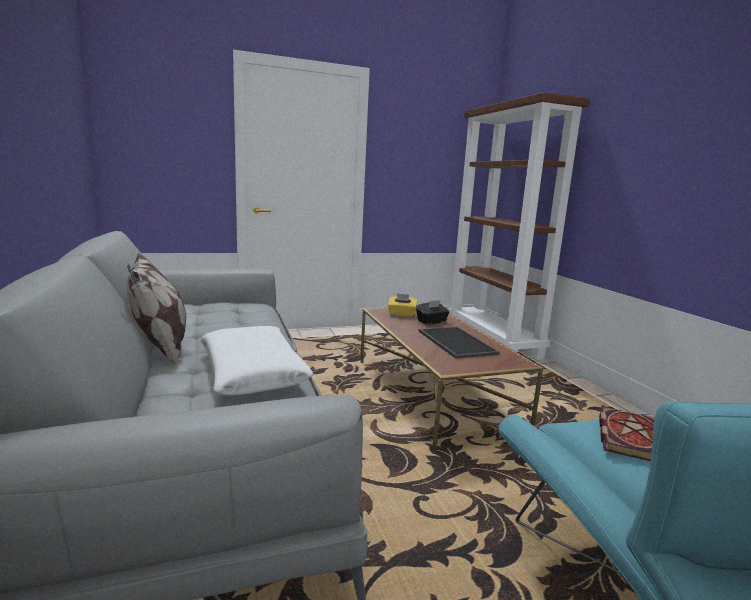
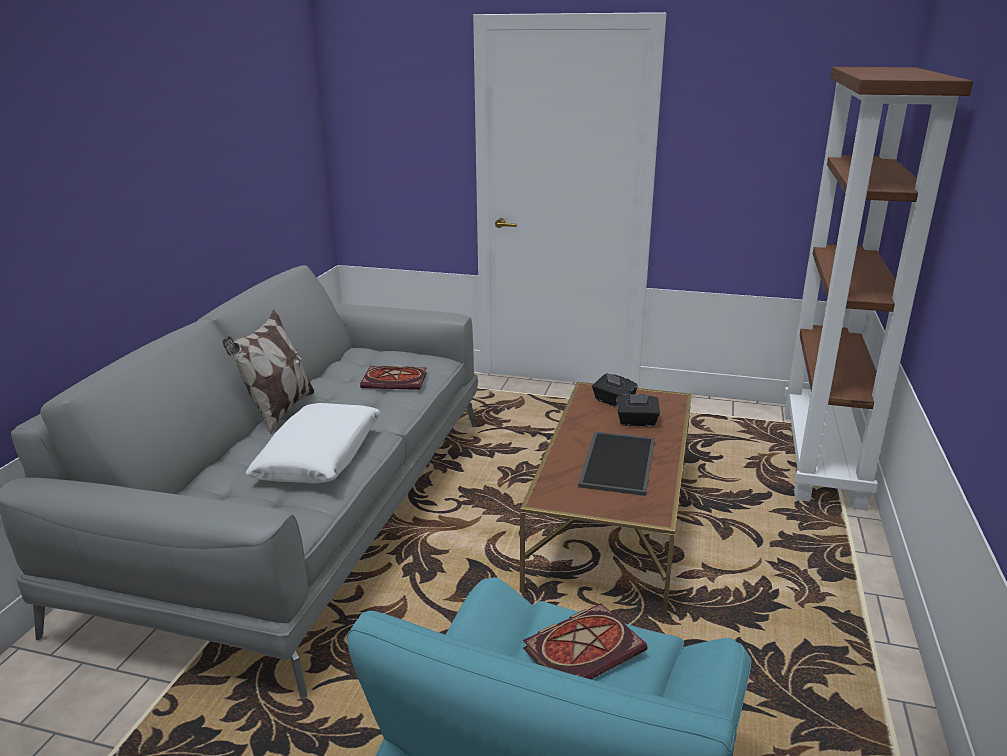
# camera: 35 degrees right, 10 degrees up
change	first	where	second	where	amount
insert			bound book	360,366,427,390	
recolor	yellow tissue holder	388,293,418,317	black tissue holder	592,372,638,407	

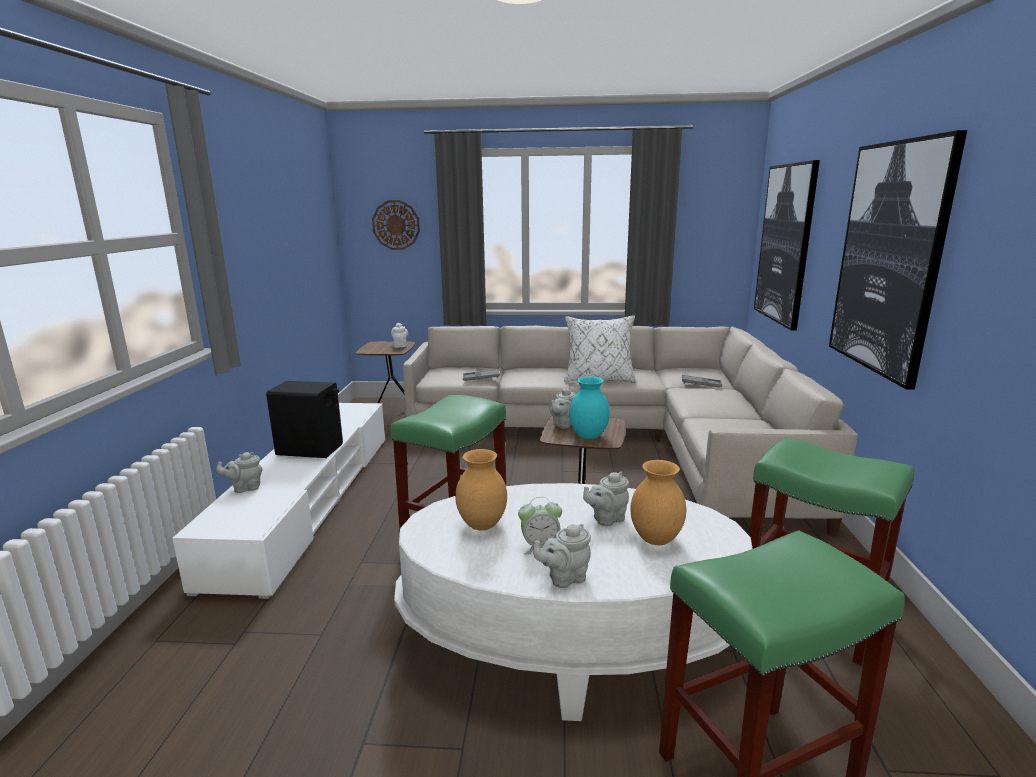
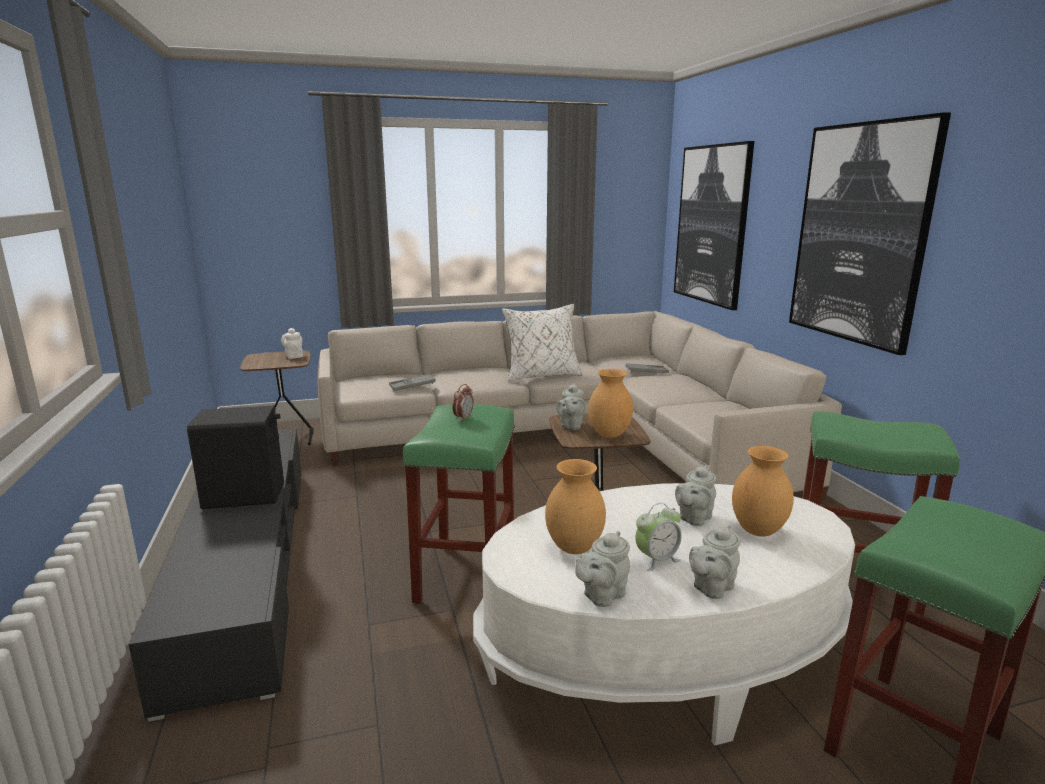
# camera: 20 degrees left, 0 degrees up
change	first	where	second	where	amount
recolor	whitish tv unit	172,403,385,599	black tv unit	128,428,302,722	
insert			bedside clock	452,384,474,421	
move	gray teapot	216,452,263,493		575,531,630,607	
recolor	blue-green flower vase	569,376,610,439	brown flower vase	588,369,633,438	
delete	hanging clock	372,200,420,250			

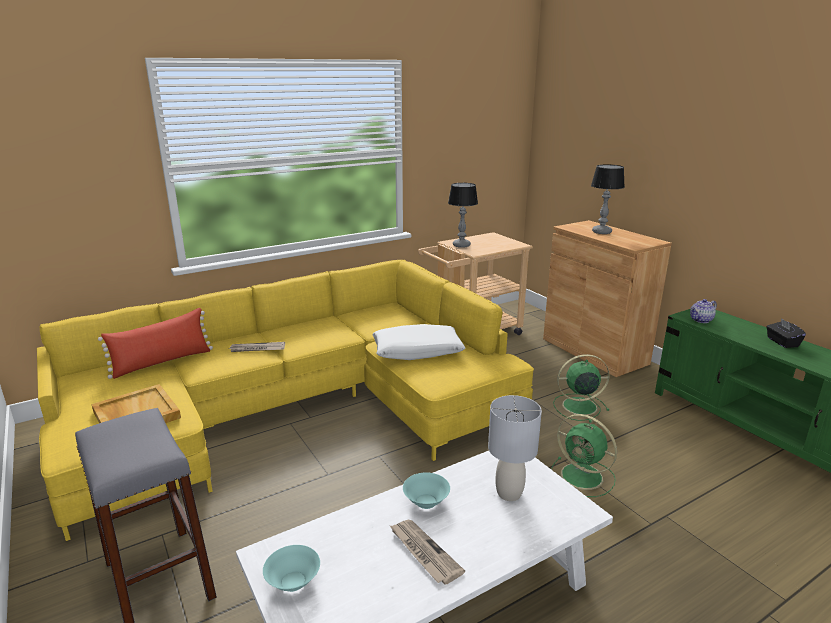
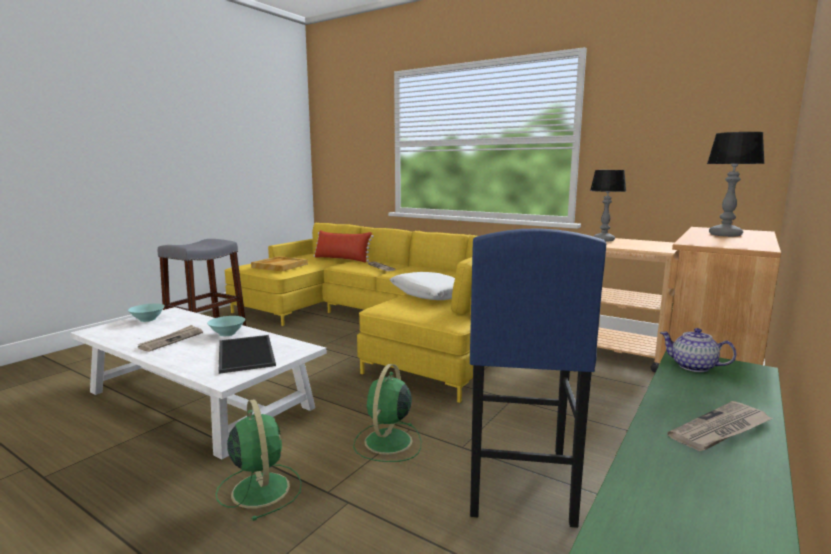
# camera: 65 degrees right, 10 degrees down
change	first	where	second	where	amount
move	greenish cooling fan	553,354,610,421		216,399,302,521	
replace	gray table lamp	488,395,542,501	serving tray	219,335,276,374	
insert			blue-coloured sitting stool	470,228,606,528	
replace	black tissue holder	766,318,806,348	daily paper	668,401,773,451	

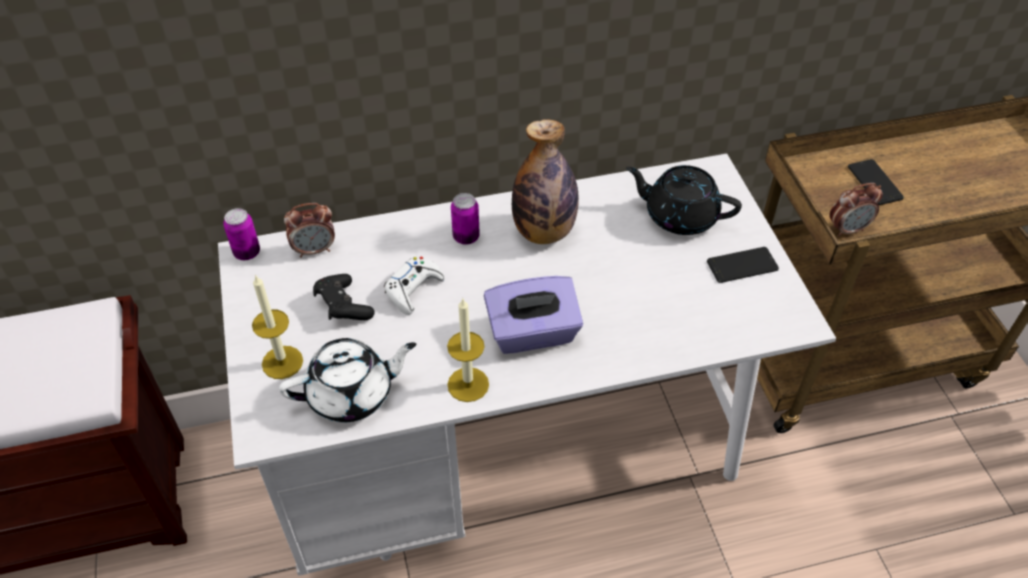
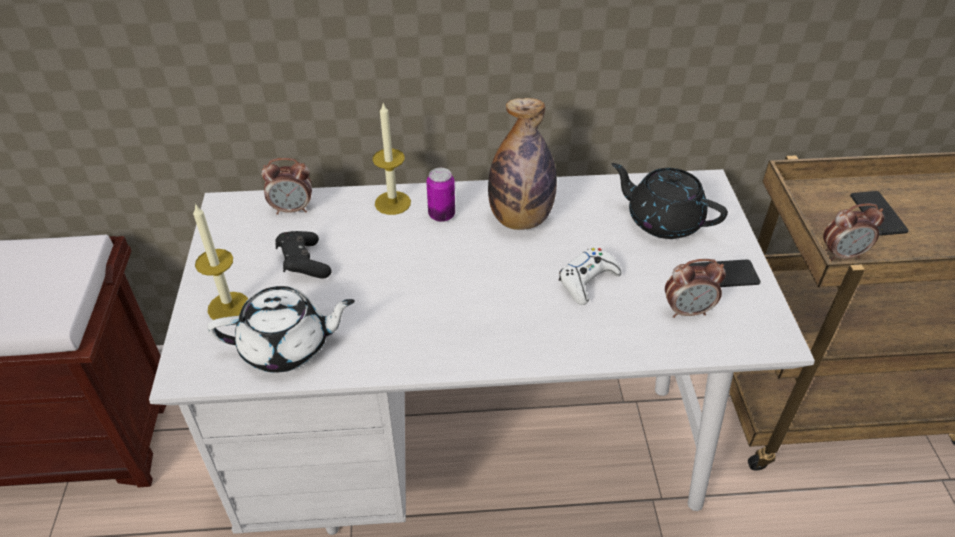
# camera: 10 degrees right, 5 degrees down
change	first	where	second	where	amount
move	candle	447,299,489,402		372,103,411,215	
move	whitish gamepad	384,257,445,315		559,248,622,305	
insert			bedside clock	665,259,726,318	
delete	can	223,208,260,260			
delete	purple tissue holder	484,276,583,354			

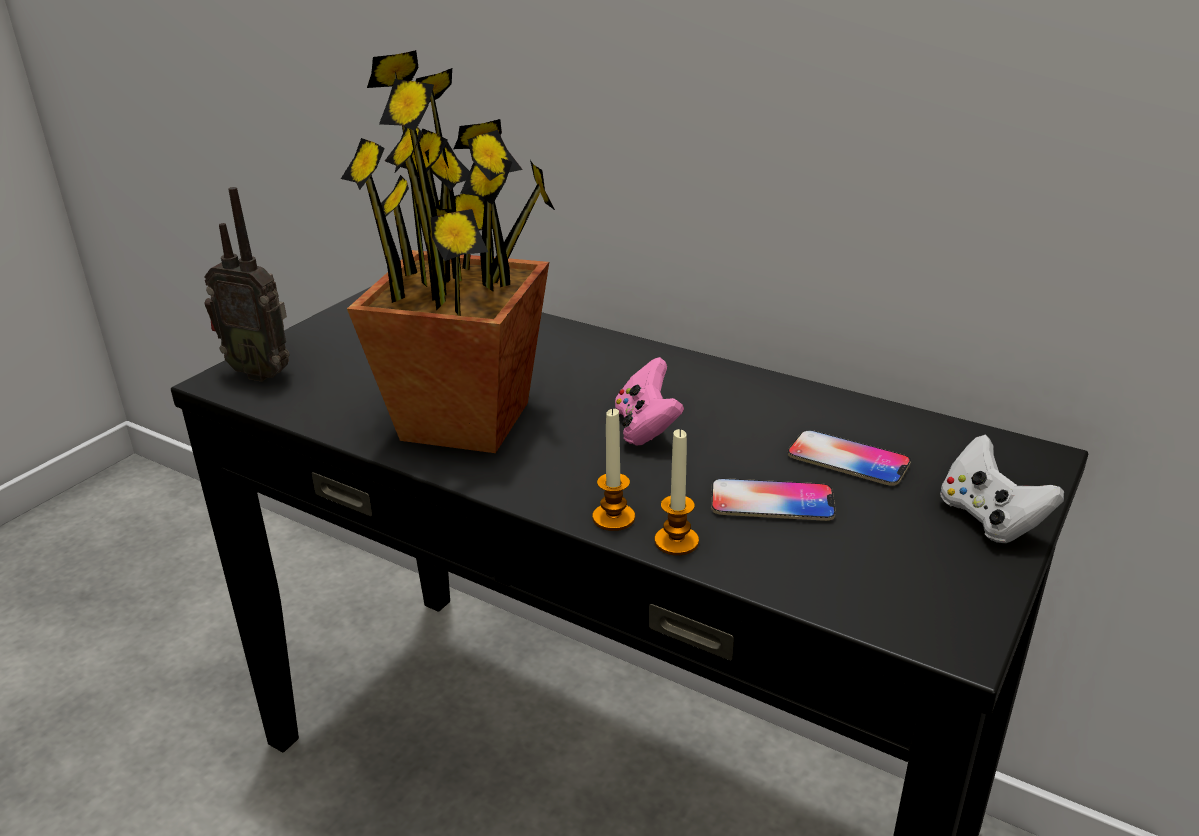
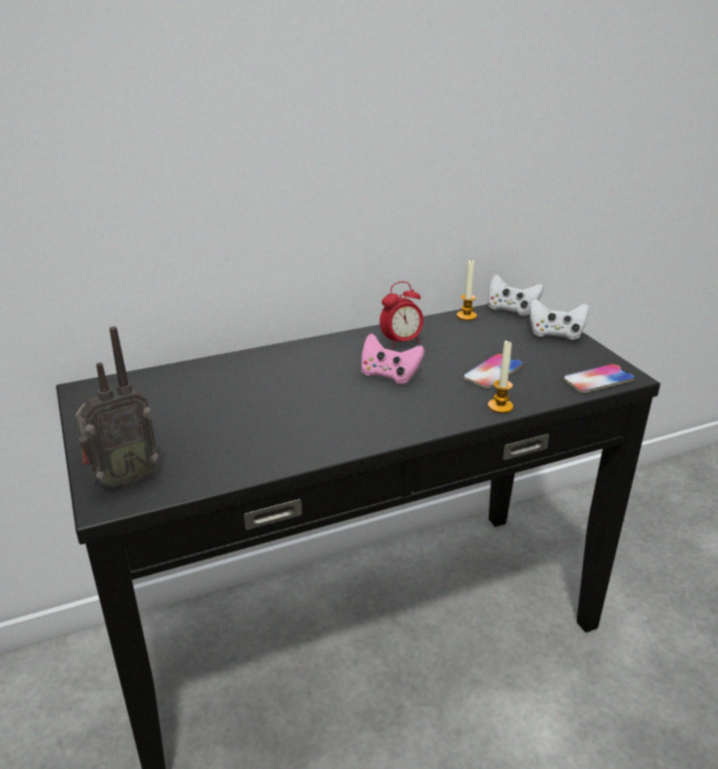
# camera: 55 degrees left, 0 degrees up
change	first	where	second	where	amount
insert			bedside clock	380,281,424,349	
move	candle	592,408,635,531		457,259,477,321	
insert			whitish gamepad	488,274,544,316	
move	telephone	788,430,911,486		563,364,635,393	
delete	houseplant	341,50,555,453			

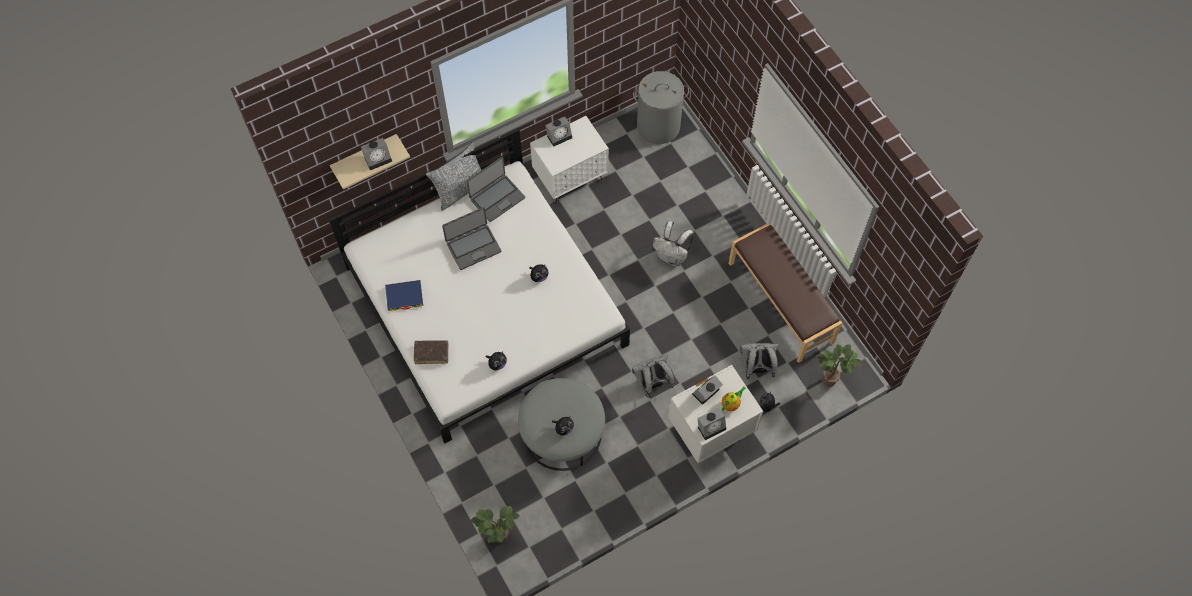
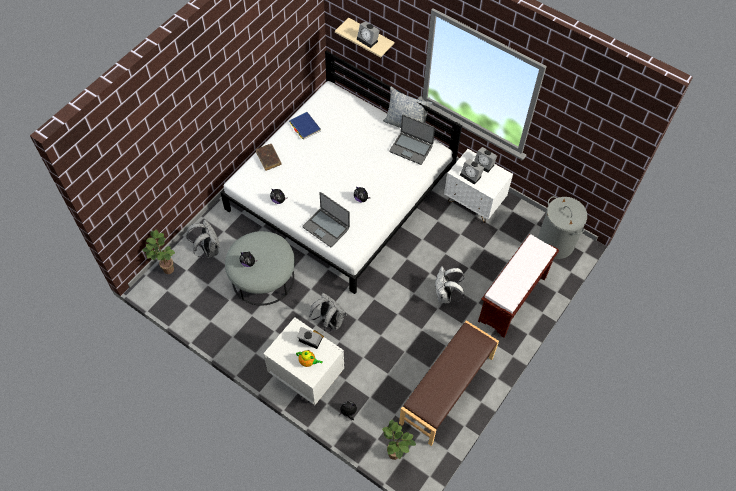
# camera: 65 degrees right, 5 degrees down
change	first	where	second	where	amount
move	gray knapsack	740,343,779,379		187,219,220,258	
move	laptop	442,207,501,270		303,192,350,247	
move	bedside clock	697,408,726,440		460,158,484,185	
insert			brown bench	478,234,559,338	

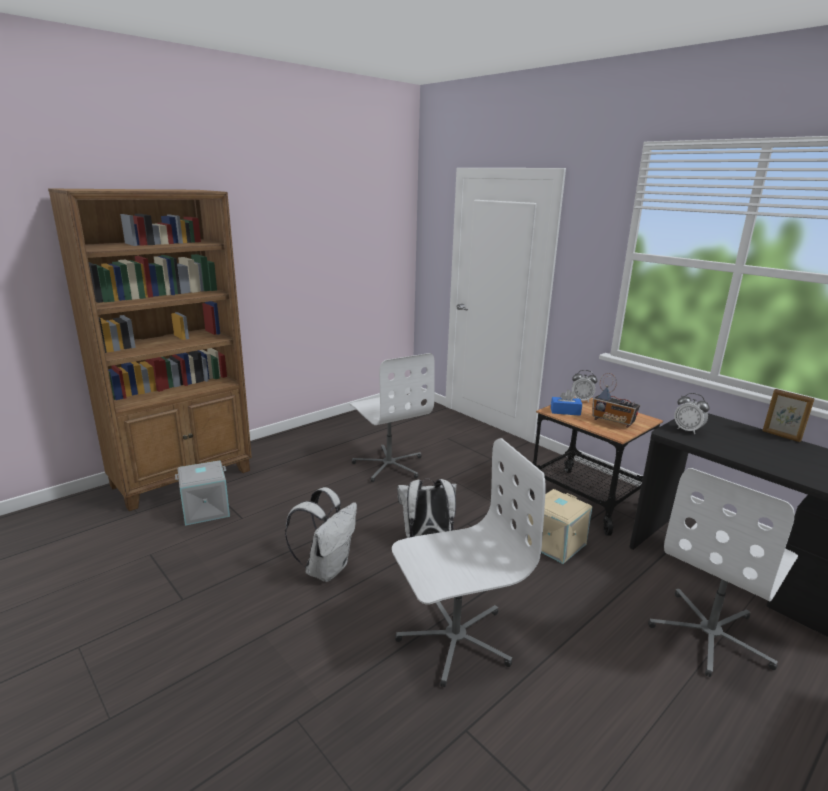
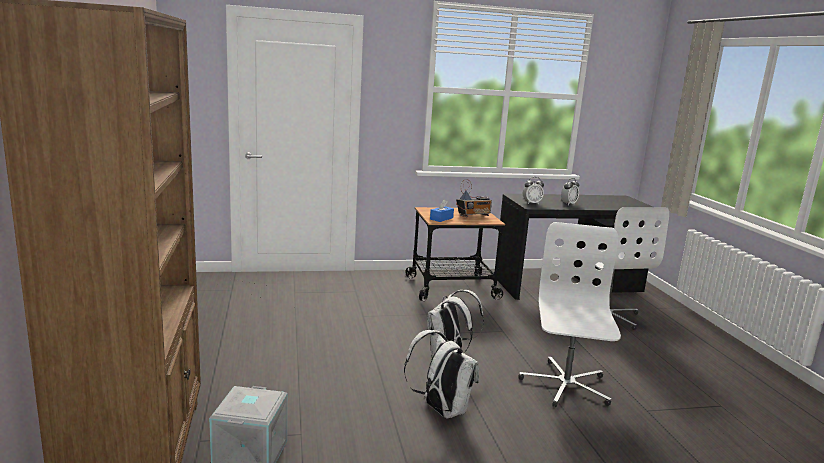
# camera: 60 degrees left, 5 degrees down
change	first	where	second	where	amount
move	bedside clock	572,370,597,402		561,178,579,206	
delete	whitish office chair	350,353,435,483			
delete	sand-coloured storage container	527,489,592,564			
delete	picture frame	763,389,814,442			

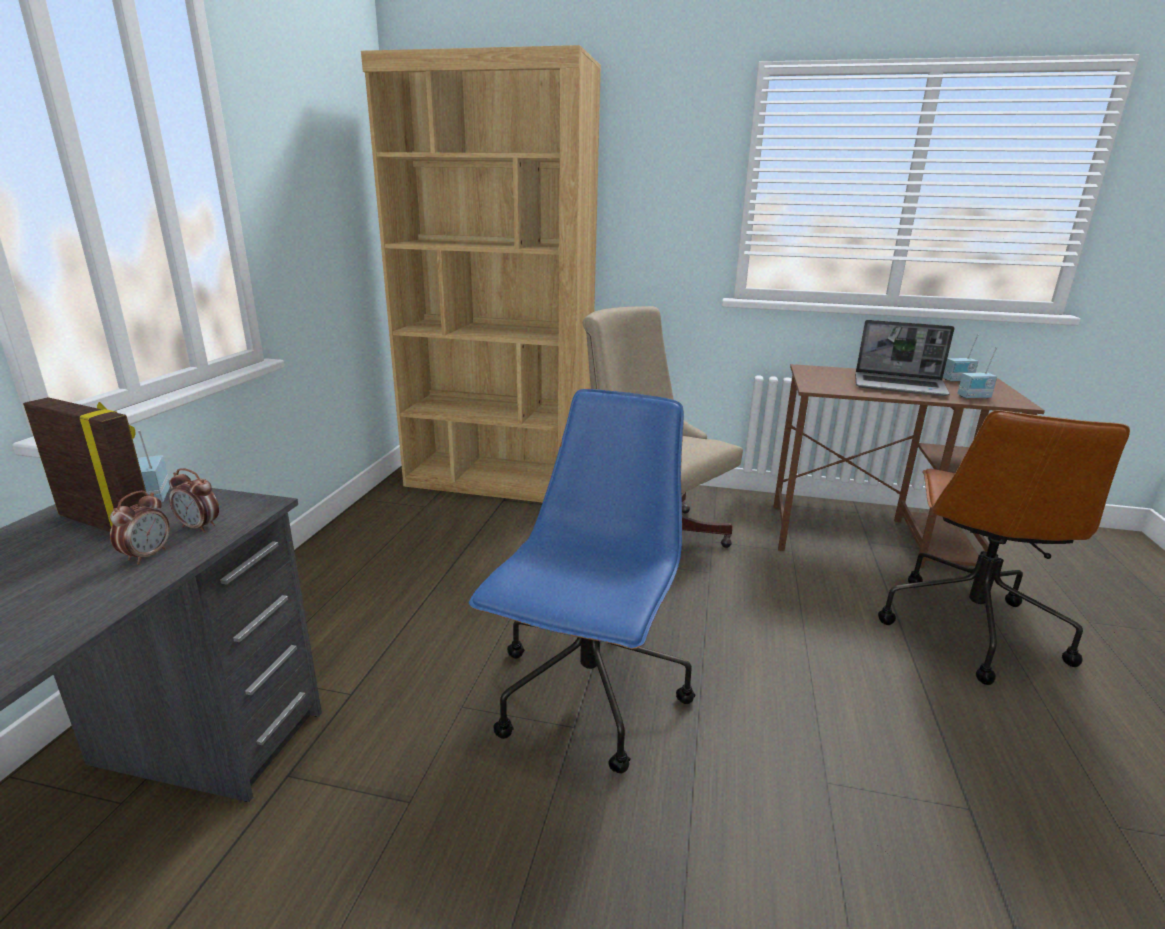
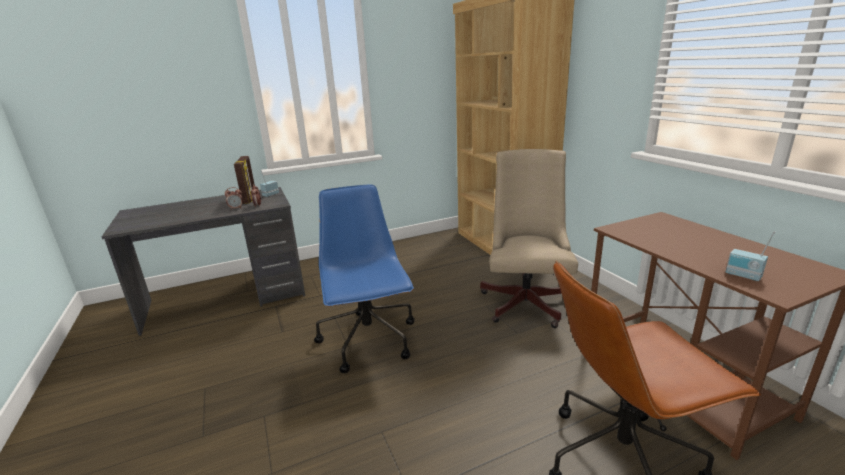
# camera: 55 degrees right, 0 degrees up
change	first	where	second	where	amount
rotate	blue-coloured office chair	469,389,695,773		314,185,415,373	90 degrees counterclockwise
delete	laptop	855,320,954,396			
delete	radio set	943,334,978,382			

